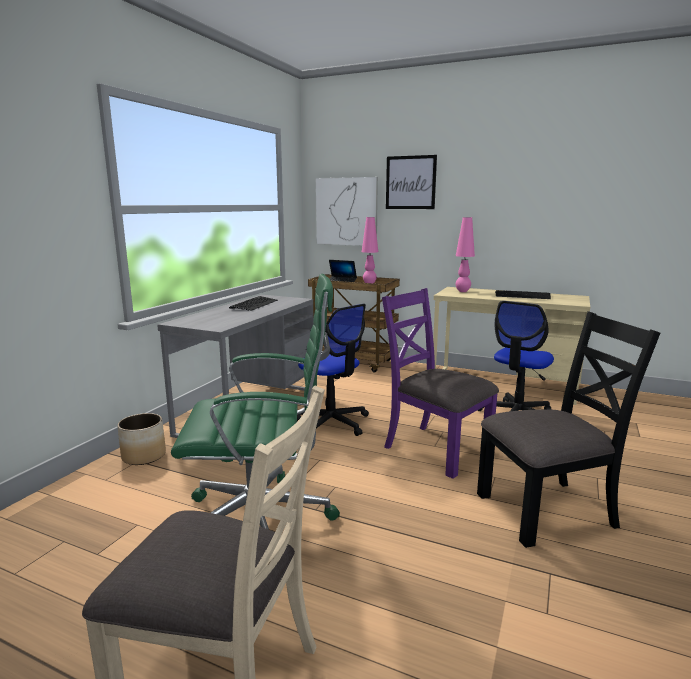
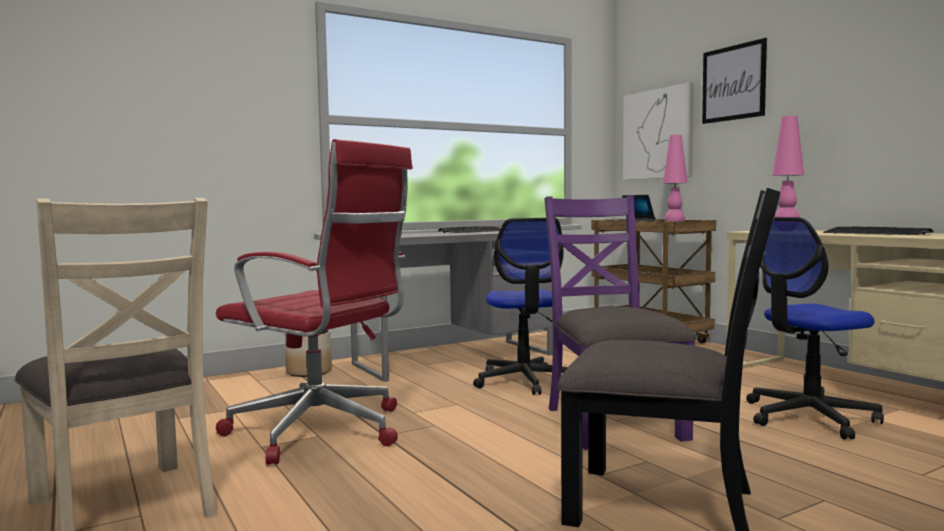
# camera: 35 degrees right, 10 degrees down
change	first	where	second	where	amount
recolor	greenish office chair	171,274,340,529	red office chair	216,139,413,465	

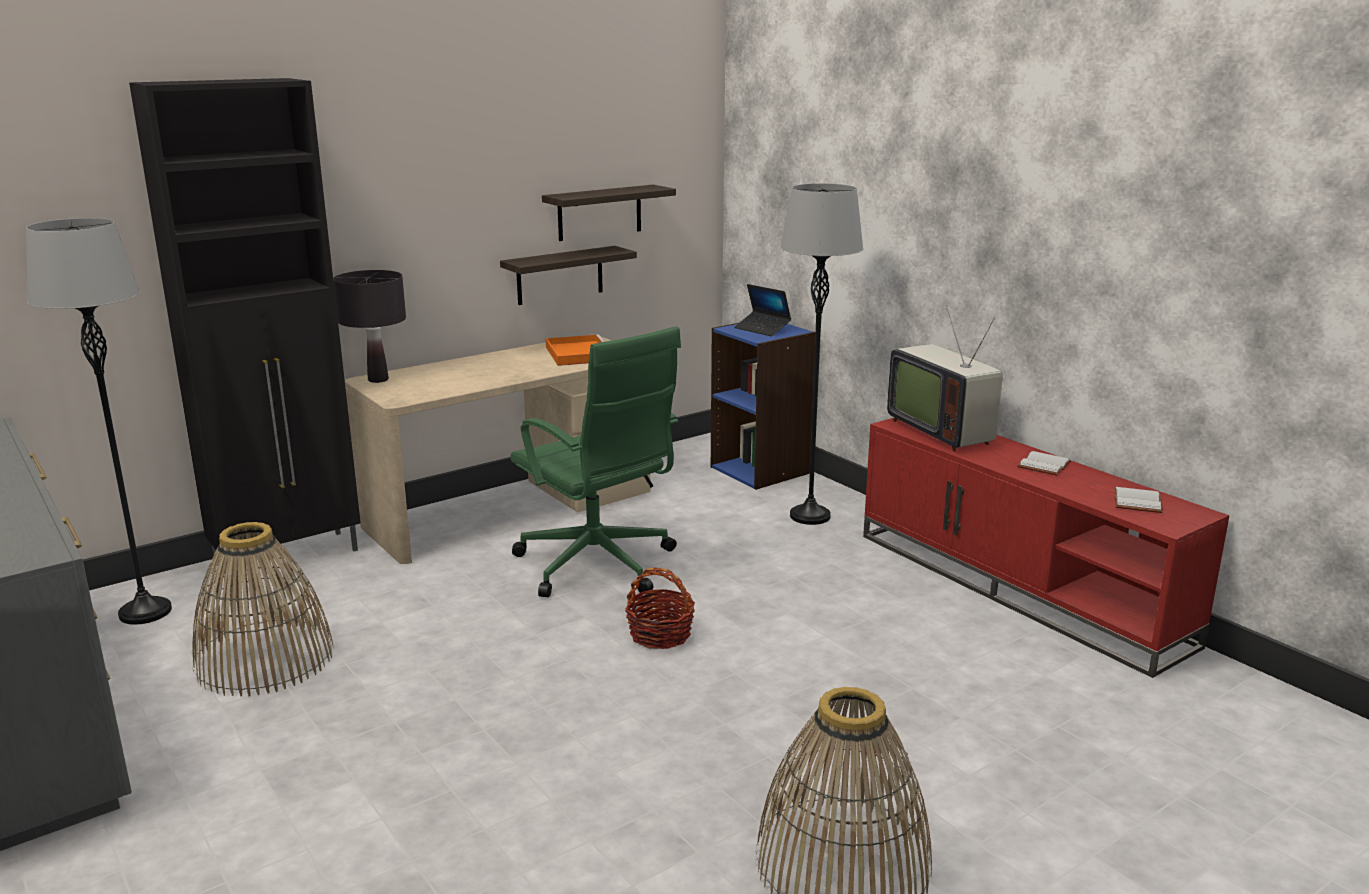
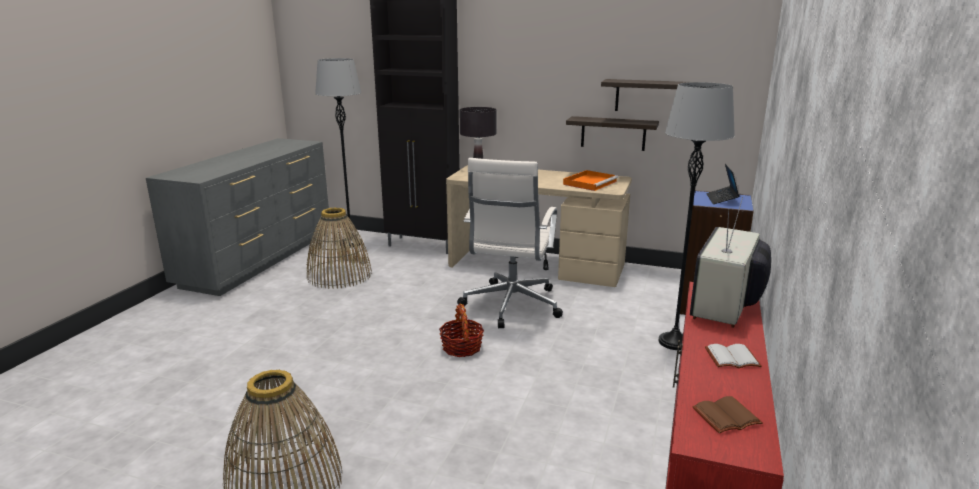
# camera: 55 degrees right, 0 degrees up
change	first	where	second	where	amount
recolor	greenish office chair	510,326,681,597	whitish office chair	457,158,563,328	
recolor	whitish bound book	1114,487,1163,513	brown bound book	692,396,763,433	

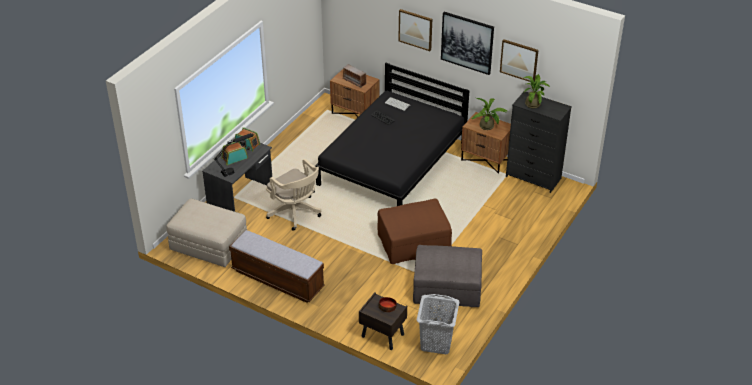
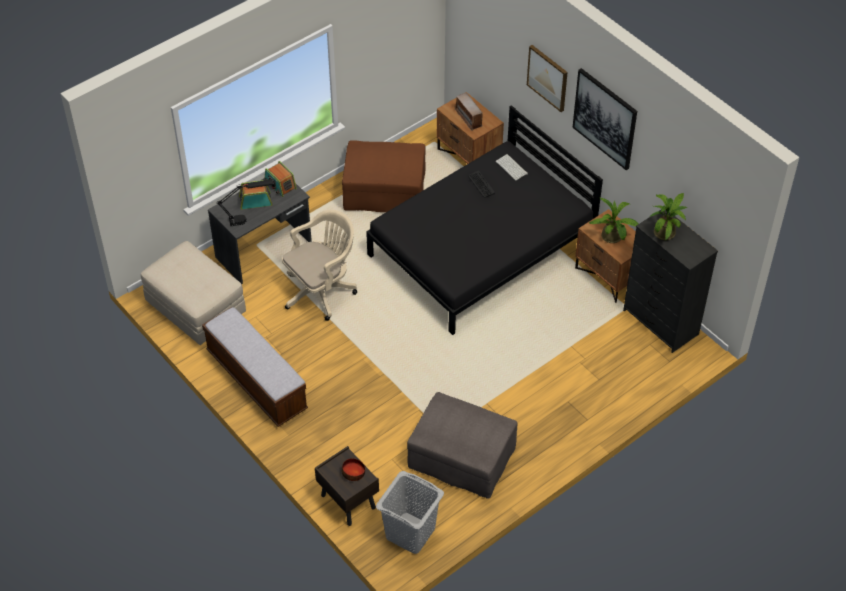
# camera: 20 degrees right, 10 degrees up
change	first	where	second	where	amount
rotate	sand-coloured office chair	266,159,321,231		282,210,357,321	105 degrees counterclockwise
move	brown ottoman	377,199,452,264		342,140,426,212	
delete	picture	500,39,539,82			

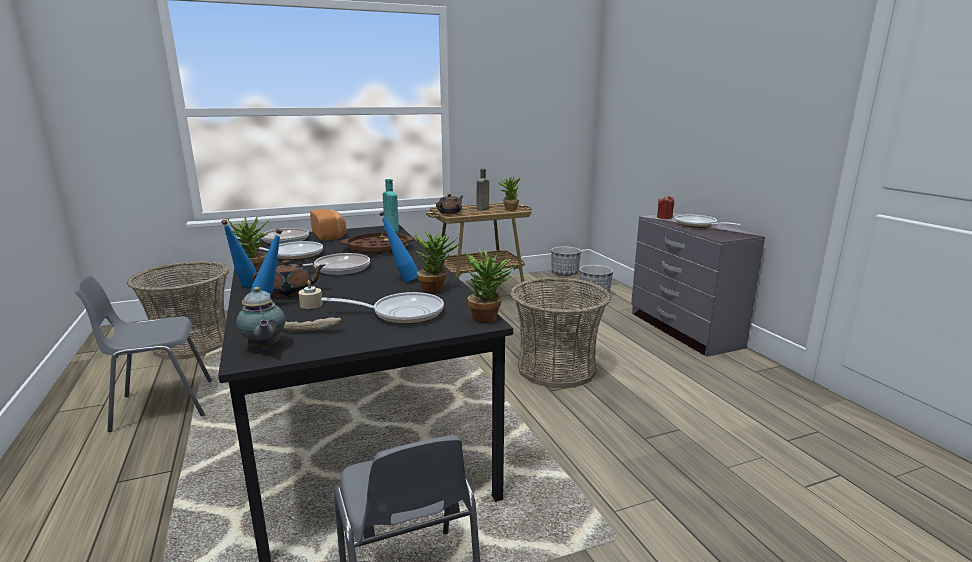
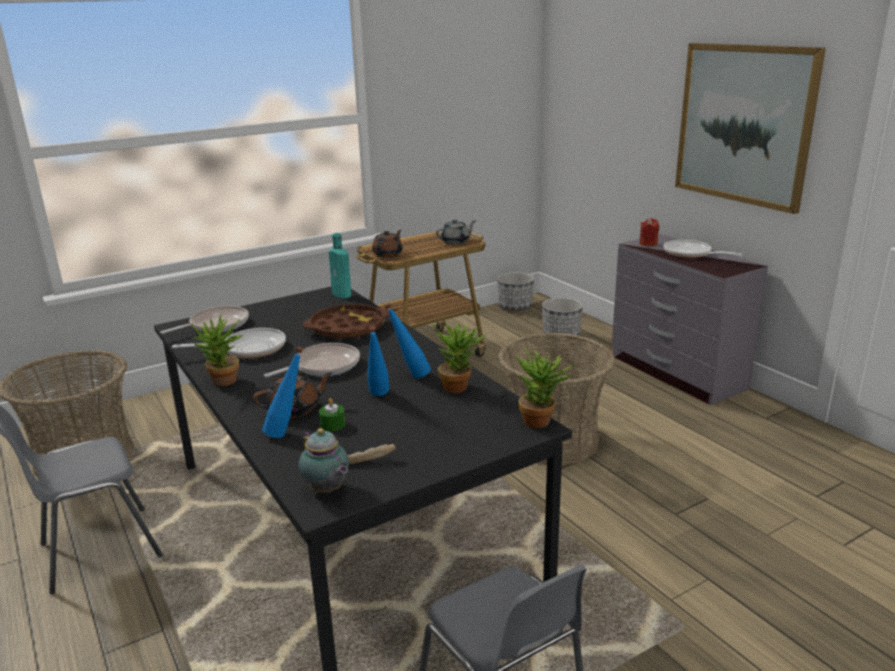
# camera: 10 degrees left, 5 degrees up
change	first	where	second	where	amount
recolor	sand-coloured candle	298,280,323,309	greenish candle	319,398,345,431	
move	blue-coloured beverage bottle	221,220,257,287		367,325,389,396	
replace	houseplant	497,176,520,211	gray teapot	436,219,475,245	
insert			picture	675,43,826,214	
delete	bakery bread	310,209,346,241			
delete	frying pan	321,292,444,324			
delete	brown beverage bottle	476,169,489,211			

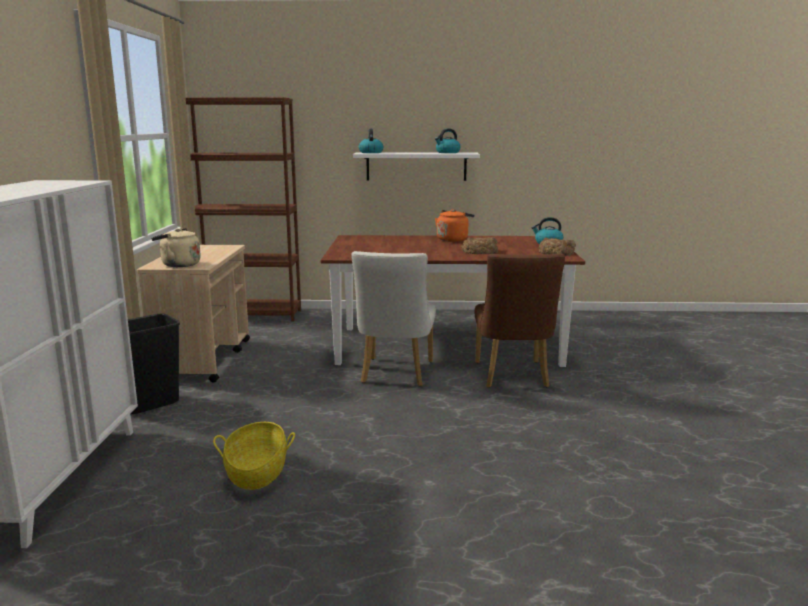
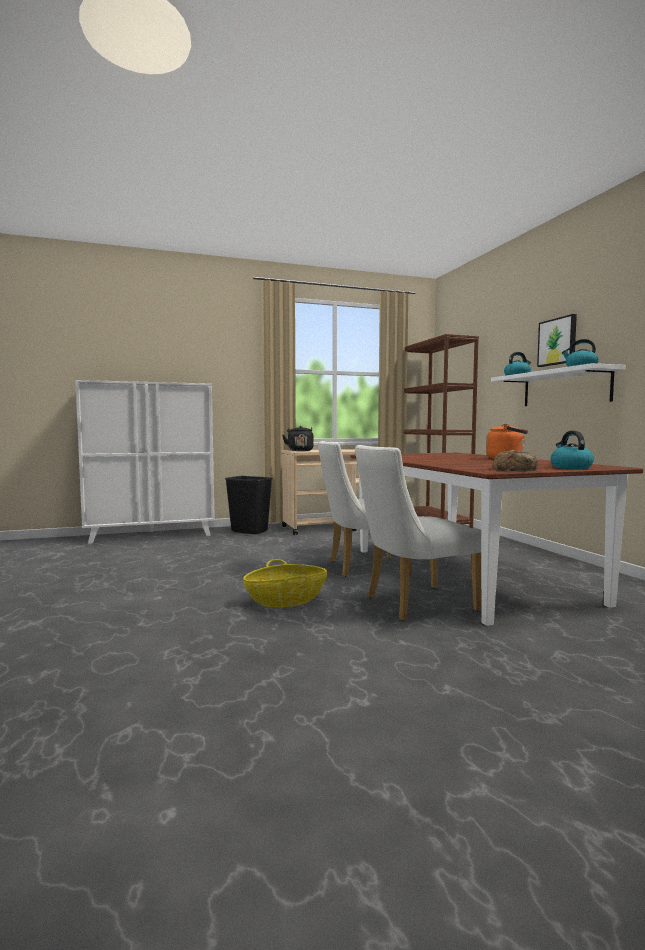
# camera: 70 degrees right, 10 degrees down
change	first	where	second	where	amount
move	basket	213,422,295,490		243,559,327,607	
recolor	sand-coloured water kettle	151,228,201,267	black water kettle	282,426,314,451	
recolor	brown upright chair	474,254,565,388	whitish upright chair	355,445,481,621	
insert			picture	537,314,577,367	
delete	bakery bread	461,237,498,254			

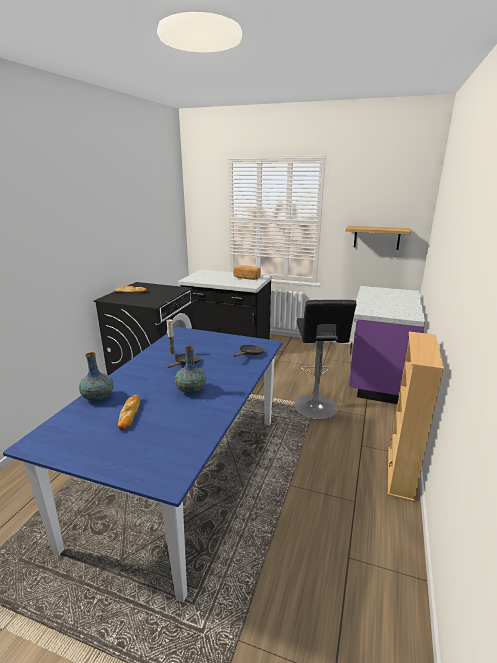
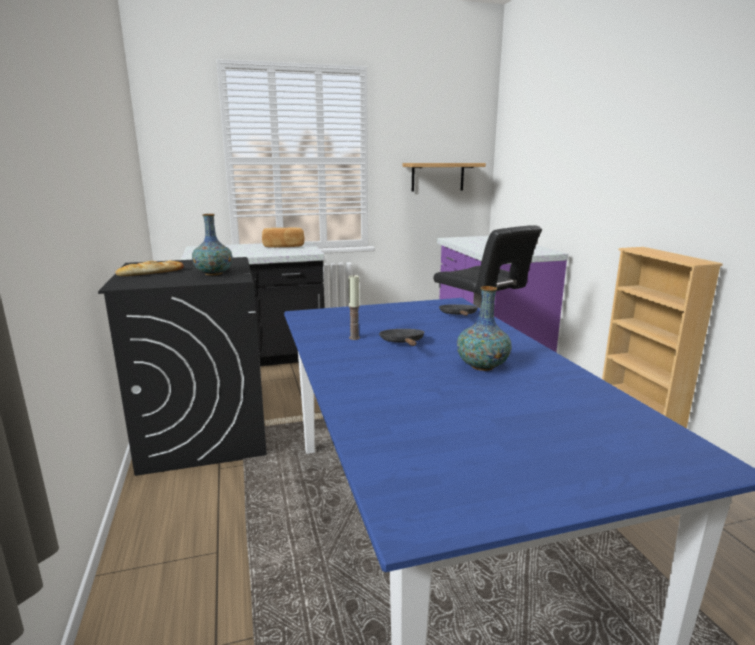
# camera: 35 degrees left, 5 degrees down
change	first	where	second	where	amount
move	flower vase	79,352,113,401		192,214,233,275	
delete	bakery bread	118,395,140,430			

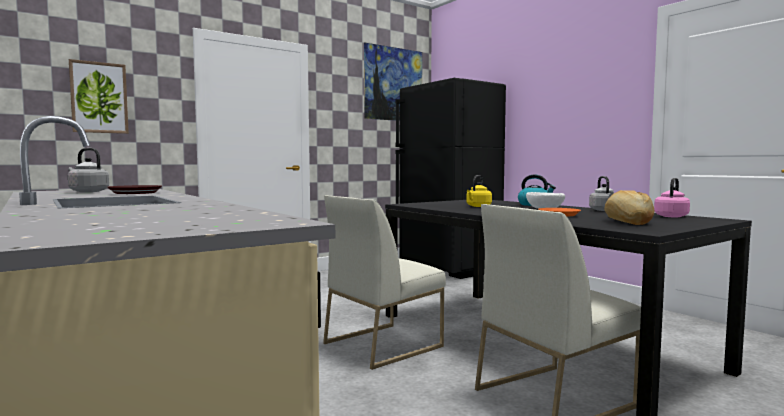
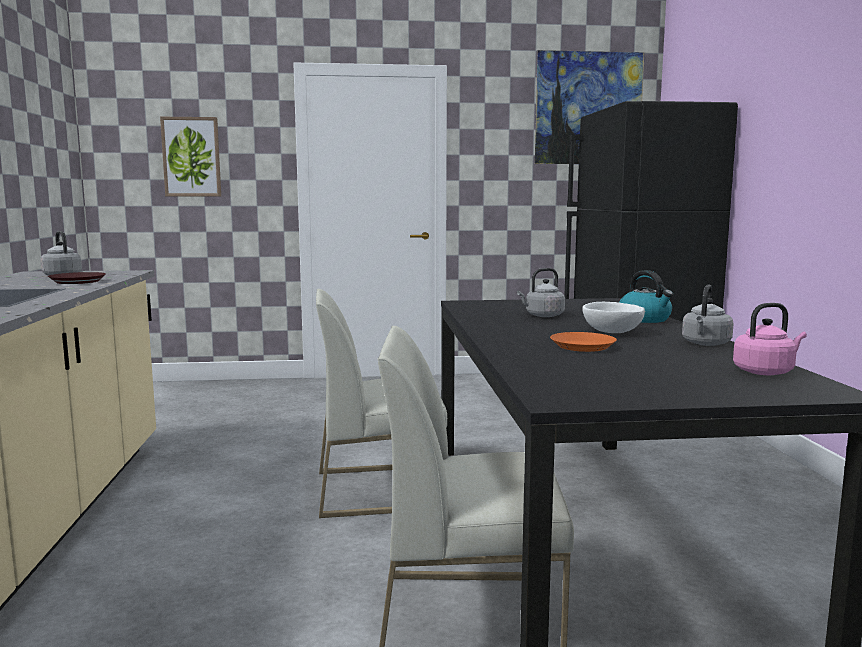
# camera: 30 degrees right, 5 degrees up
change	first	where	second	where	amount
recolor	yellow water kettle	466,175,492,207	gray water kettle	517,268,565,317	
delete	bakery bread	604,190,654,225			

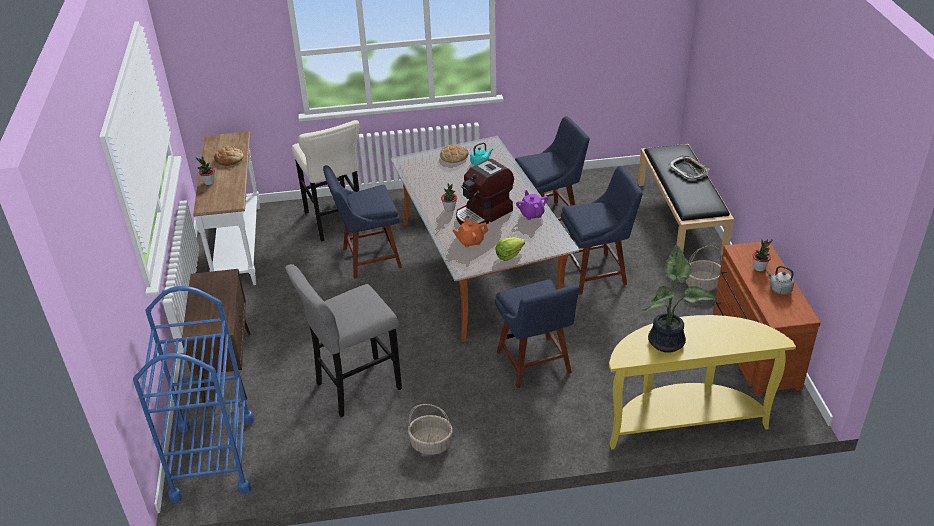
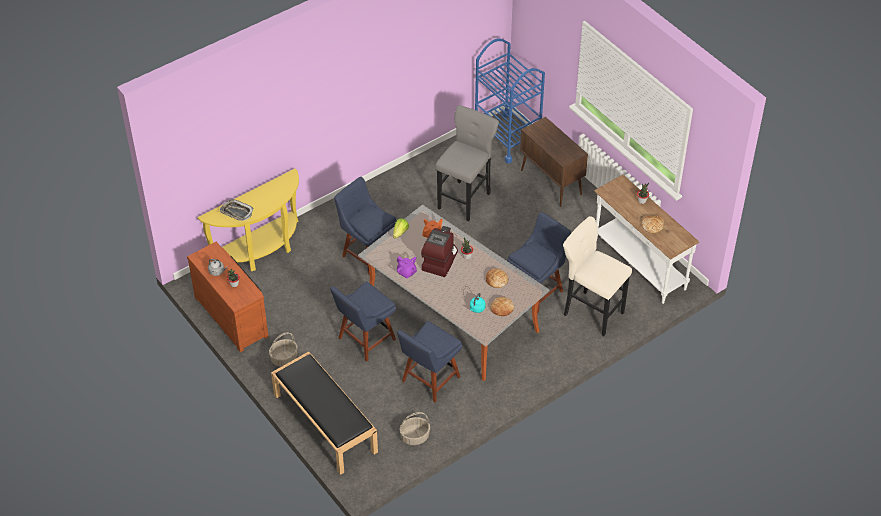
# camera: 150 degrees right, 10 degrees up
change	first	where	second	where	amount
move	serving tray	669,156,709,180		220,199,253,221	
move	basket	408,404,452,455		399,412,430,445	
insert			bakery bread	486,269,508,288	
delete	houseplant	641,245,716,353			

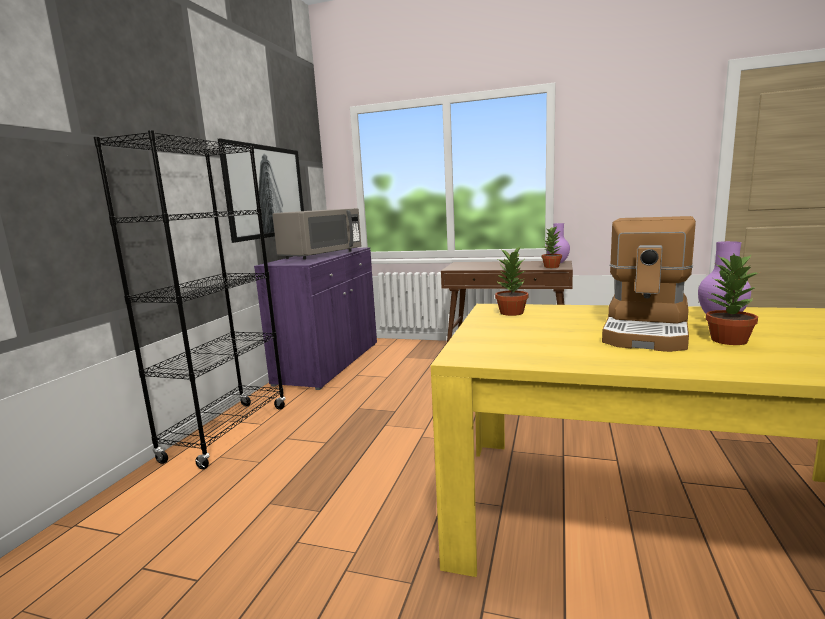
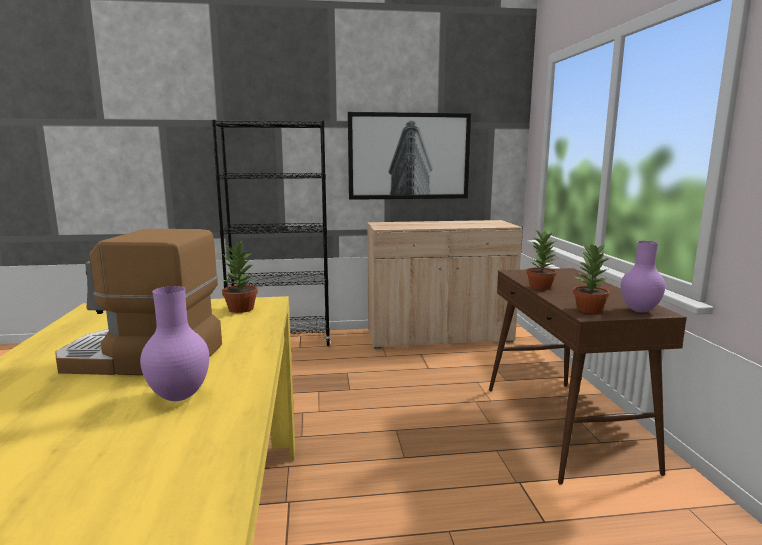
# camera: 65 degrees right, 0 degrees up
change	first	where	second	where	amount
recolor	purple cupboard	254,247,377,390	sand-coloured cupboard	367,220,523,349	
move	houseplant	706,254,760,345		527,229,557,290	
delete	gray microwave oven	272,208,361,260			

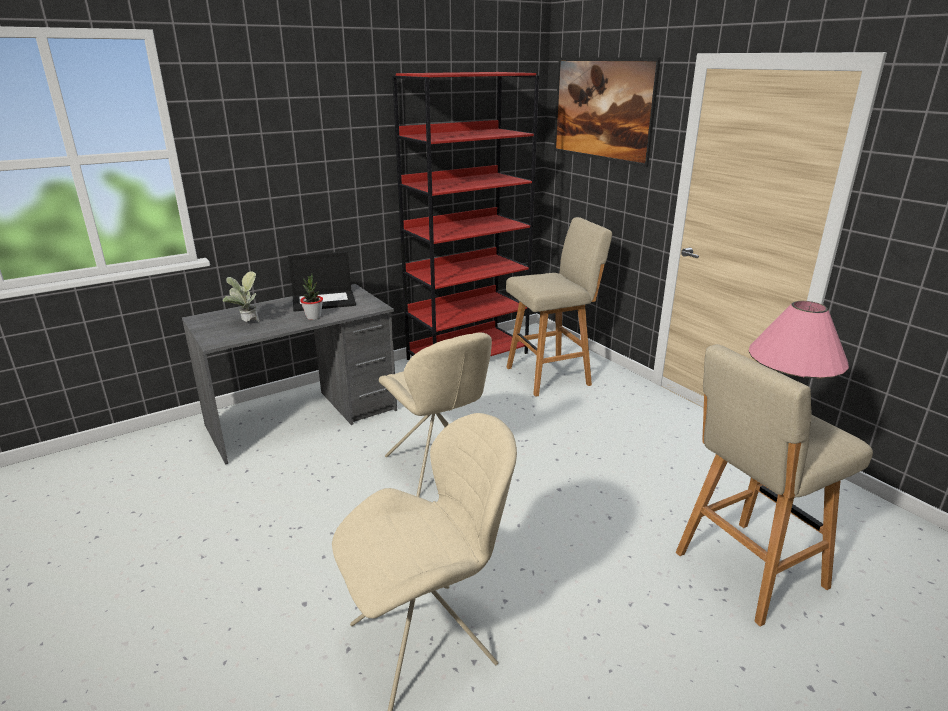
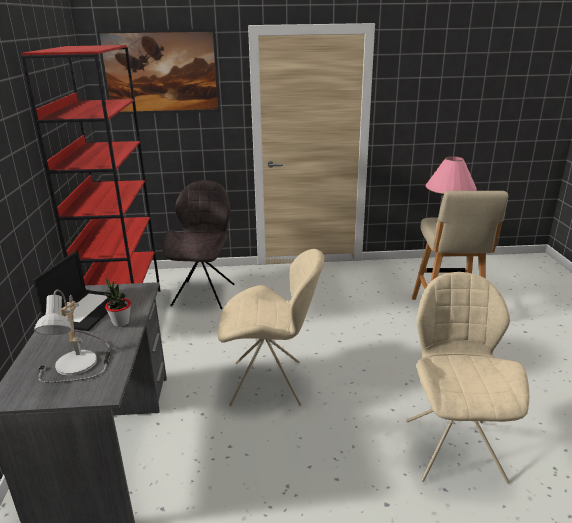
# camera: 60 degrees left, 0 degrees up
change	first	where	second	where	amount
replace	houseplant	223,271,259,323	table lamp	34,290,111,383	
replace	sand-coloured sitting stool	506,217,612,397	gray upright chair	163,180,235,309	

